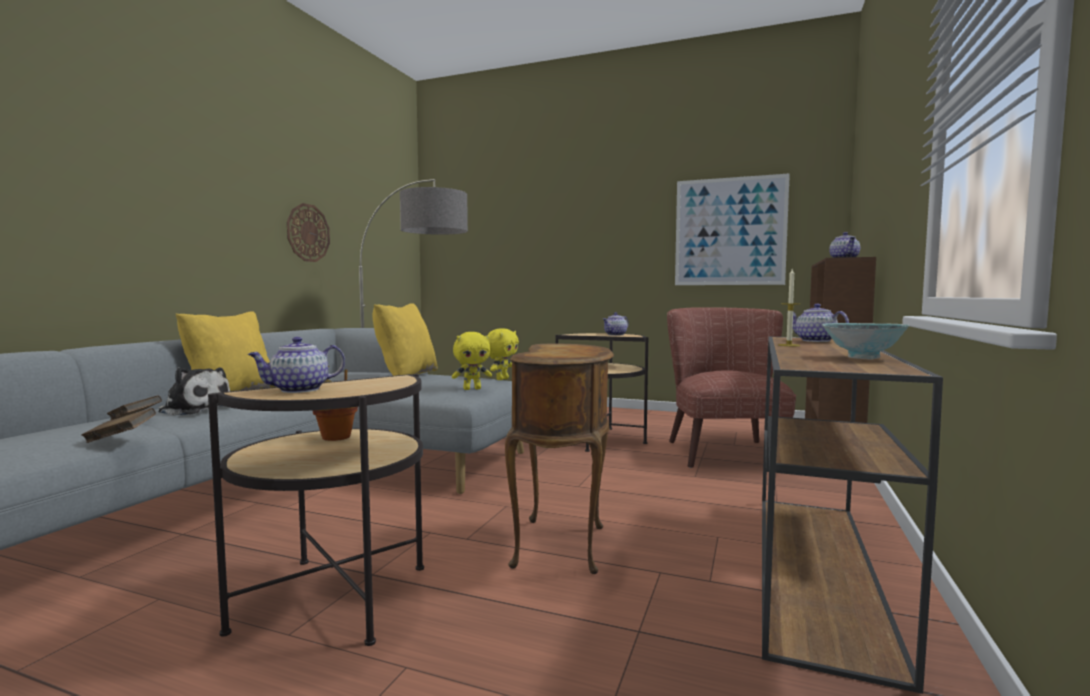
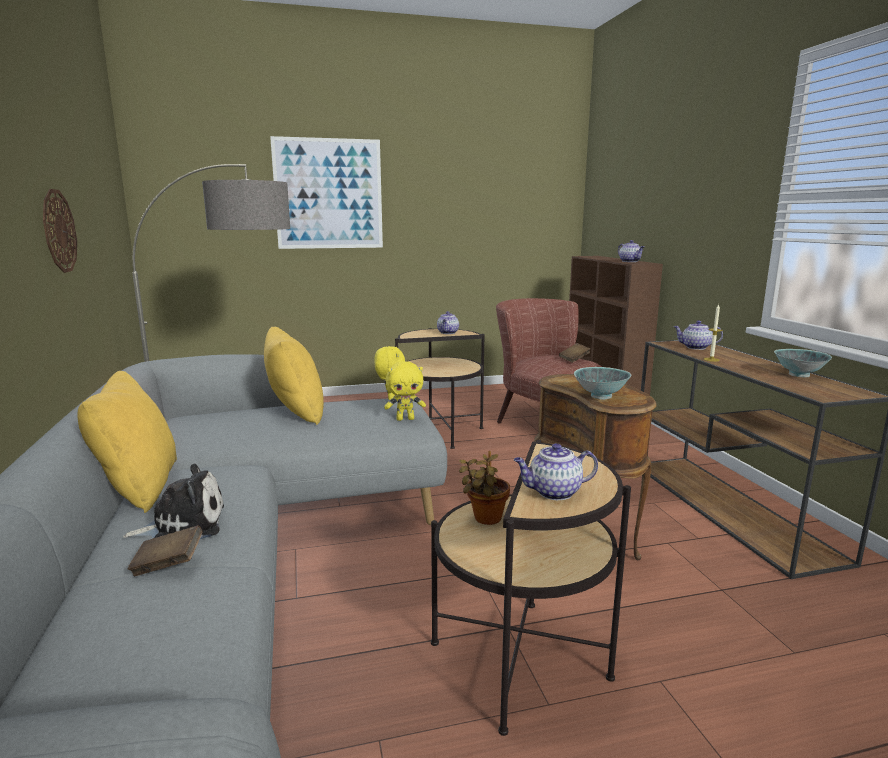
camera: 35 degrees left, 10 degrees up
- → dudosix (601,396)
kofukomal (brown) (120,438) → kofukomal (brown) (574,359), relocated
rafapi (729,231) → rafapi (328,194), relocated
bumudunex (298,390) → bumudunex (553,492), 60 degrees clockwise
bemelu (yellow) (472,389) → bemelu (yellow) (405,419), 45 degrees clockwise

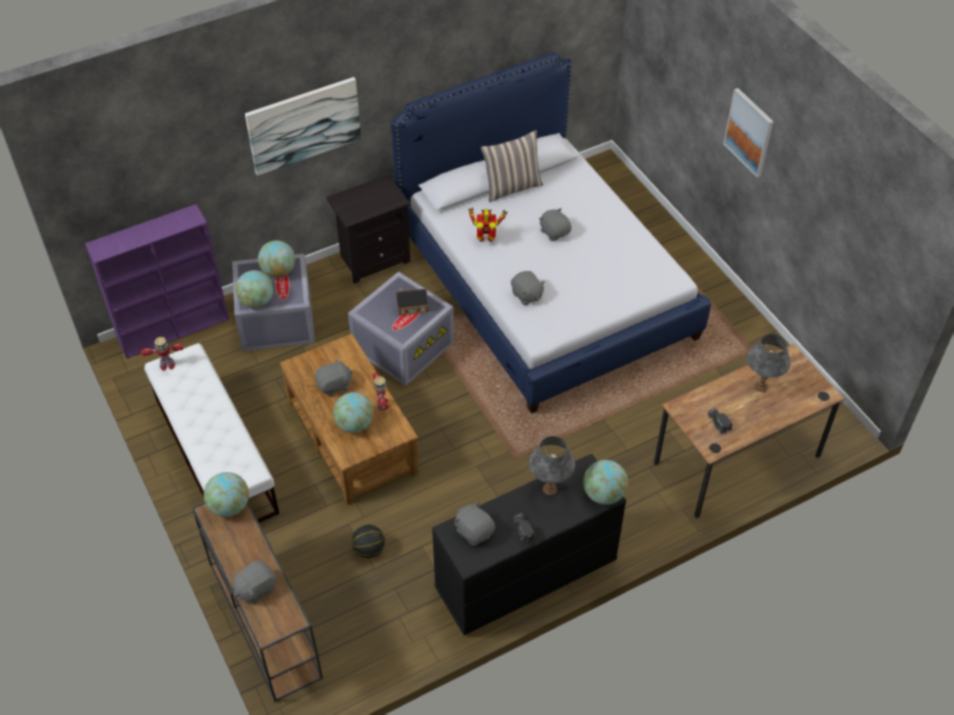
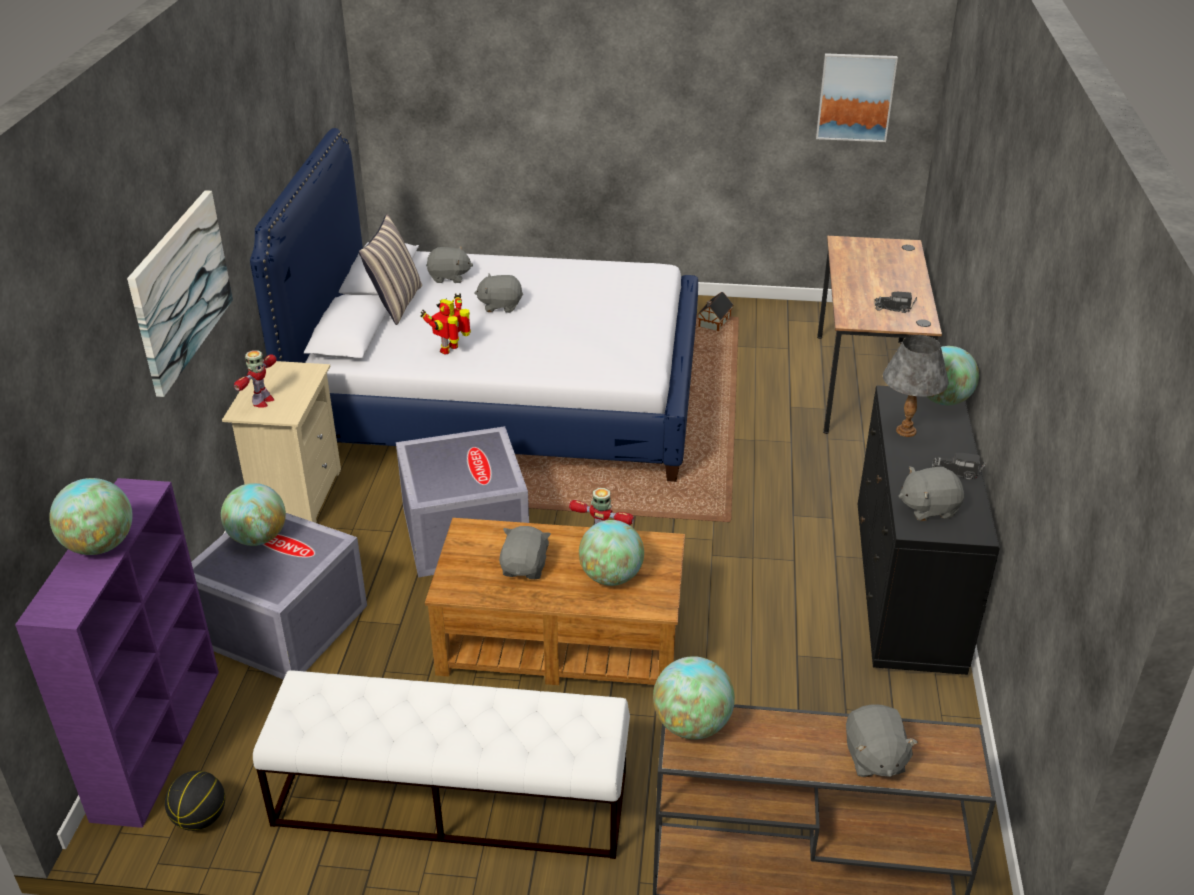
camera: 55 degrees left, 15 degrees down
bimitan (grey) (761,387) → -
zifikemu (167,365) → zifikemu (262,401), relocated
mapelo (256,301) → mapelo (100,545), relocated
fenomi (369,549) → fenomi (200,818), relocated
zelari (411,306) → zelari (713,323), relocated
bemelu (grey) (526,295) → bemelu (grey) (449,277), relocated
rafapi (749,132) → rafapi (855,97), relocated
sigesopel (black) (373,258) → sigesopel (beige) (295,495)

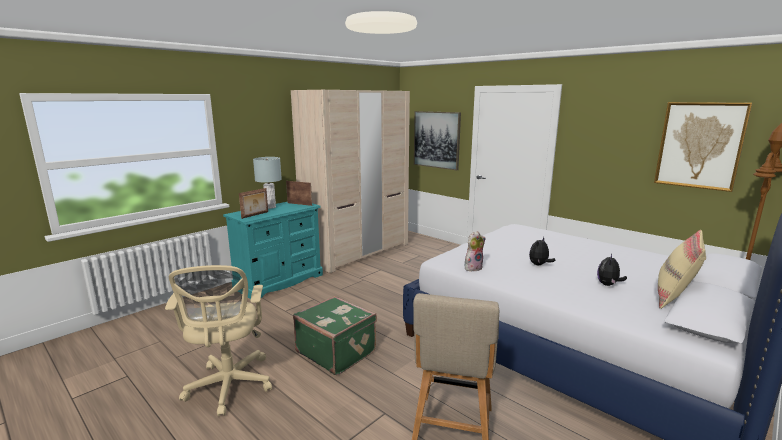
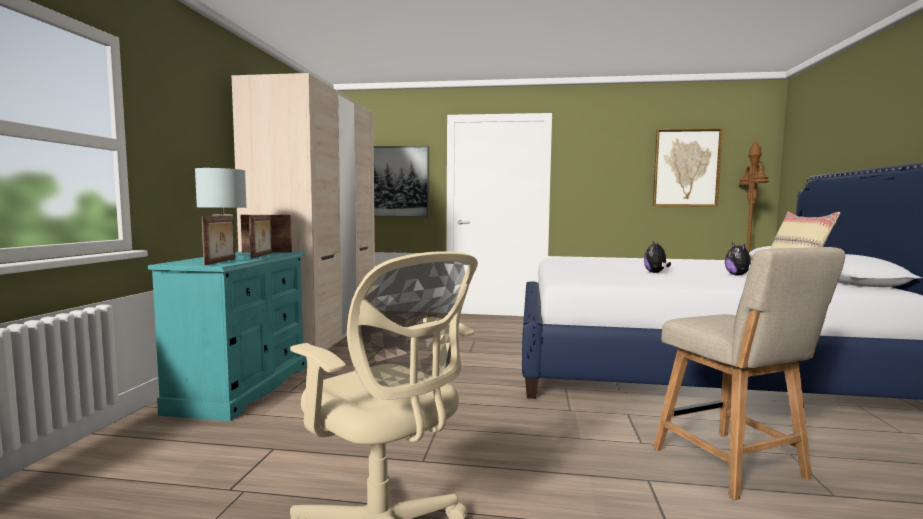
camera: 35 degrees left, 10 degrees down
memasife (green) (336,351) → -
bemelu (473,268) → -
- → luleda (262,255)

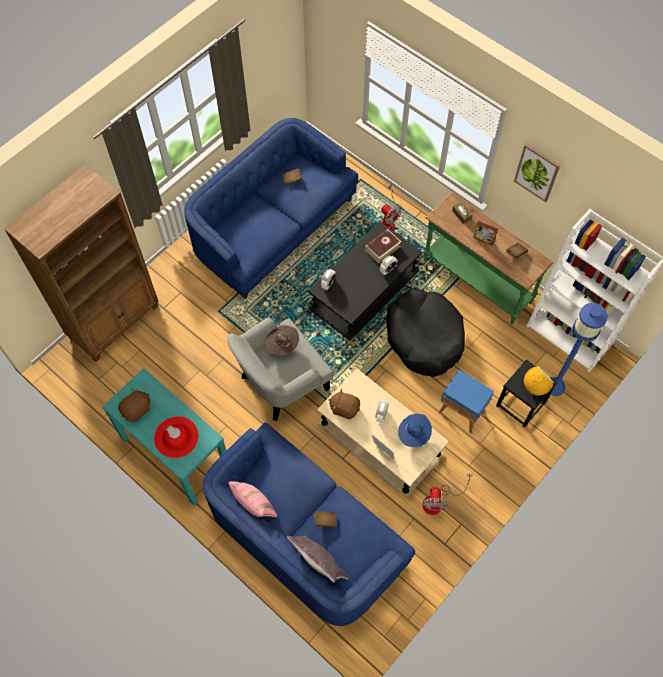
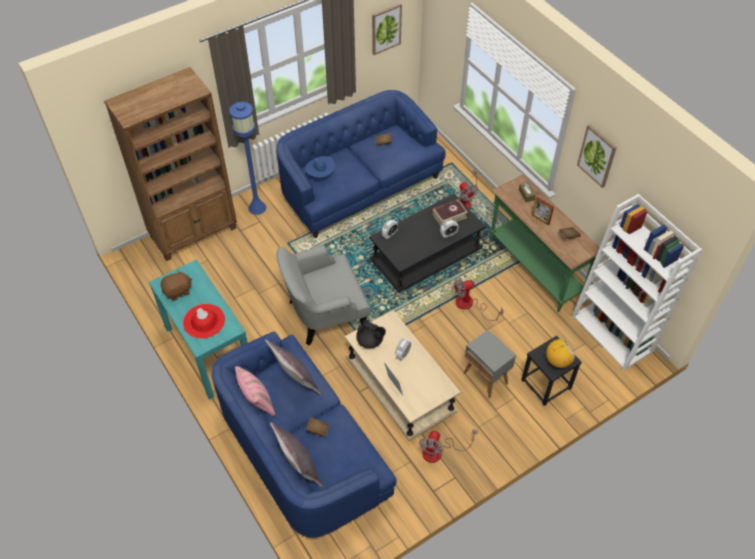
camera: 15 degrees right, 10 degrees down
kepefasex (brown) (282,346) → -
- → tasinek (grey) (296,381)
- → rafapi (386,28)
kepefasex (blue) (414,435) → kepefasex (blue) (320,175), relocated
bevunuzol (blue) (554,386) → bevunuzol (blue) (257,207), relocated
bemelu (brown) (344,408) → bumudunex (black) (370,341)
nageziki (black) (424,337) → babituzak (470,305)
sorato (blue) (461,413) → sorato (grey) (486,378)

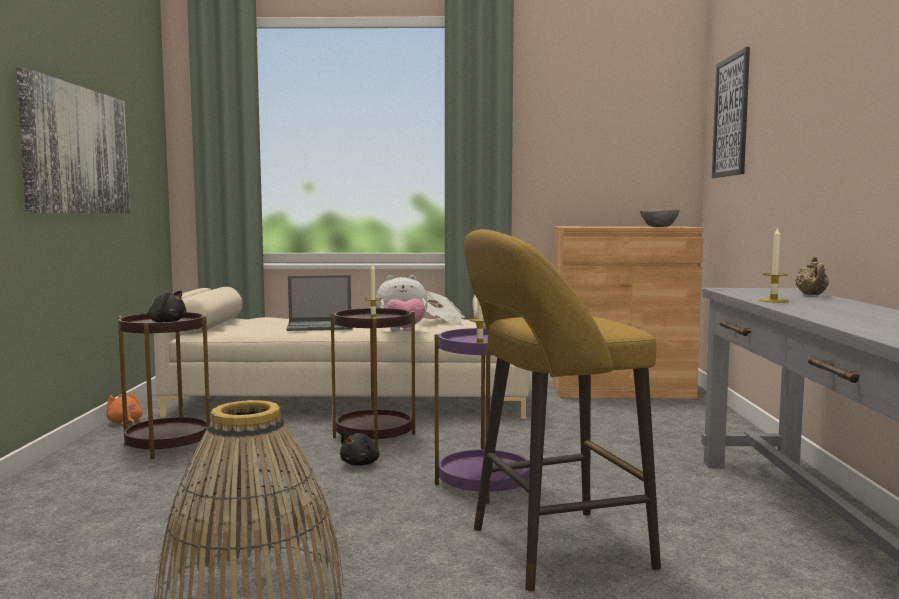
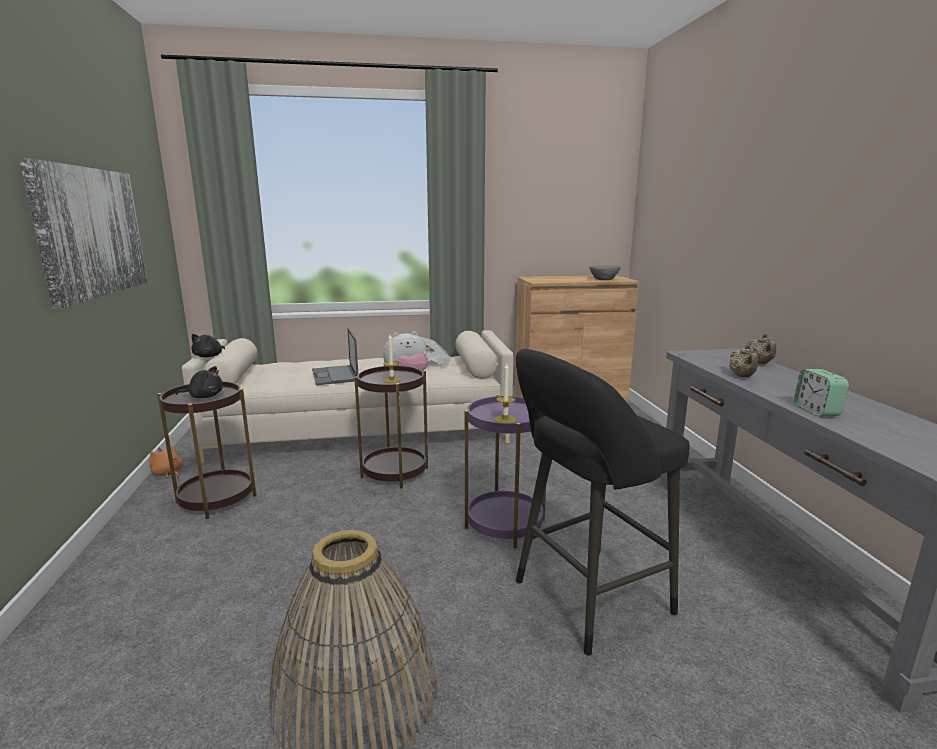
camera: 10 degrees left, 10 degrees up
rafapi (731,116) → -
- → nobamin (816,411)
bemelu (black) (361,463) → bemelu (black) (209,356), relocated
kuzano (773,300) → bumudunex (beige) (742,376)
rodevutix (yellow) (550,549) → rodevutix (black) (585,599)
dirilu (321,326) → dirilu (335,375), 90 degrees clockwise

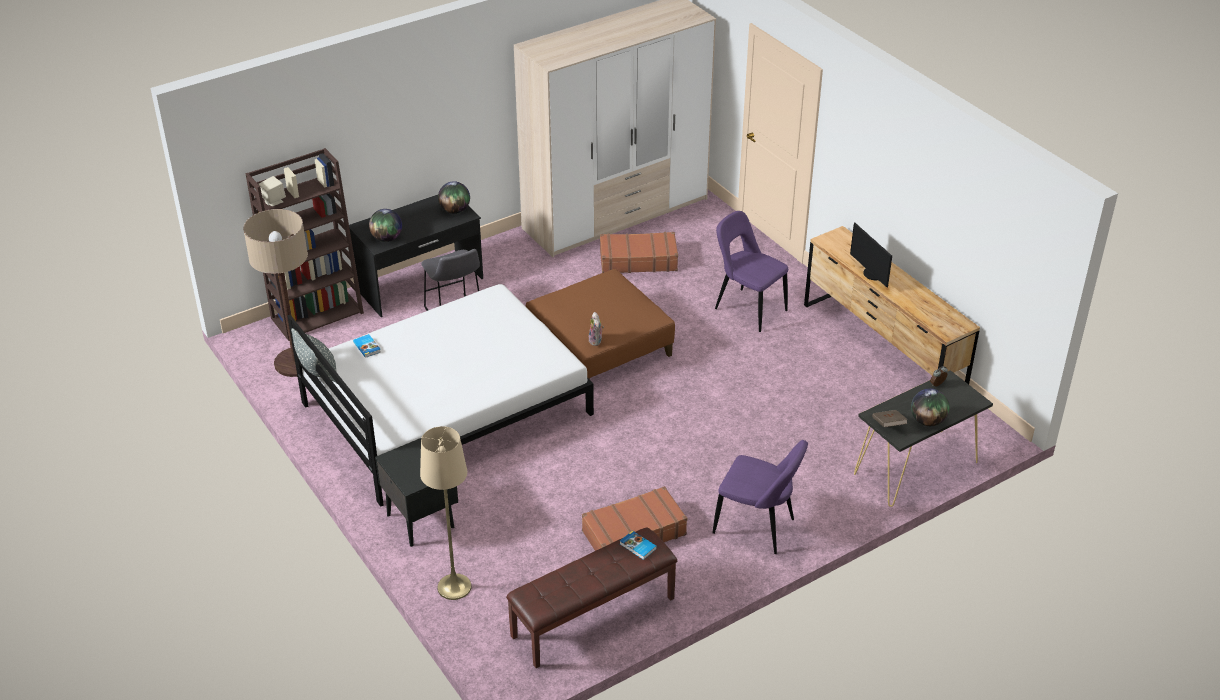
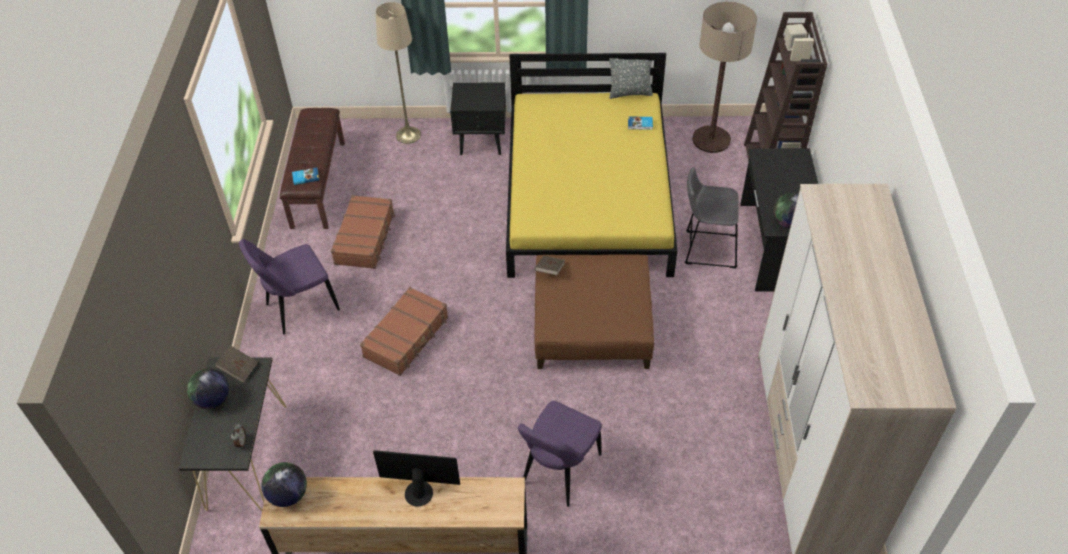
camera: 125 degrees right, 10 degrees up
mapelo (387,238) → mapelo (288,495), relocated
memasife (brown) (638,260) → memasife (brown) (407,337), relocated
bemelu (596,341) → kofukomal (brown) (549,270)
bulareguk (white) (445,408) → bulareguk (yellow) (588,197)
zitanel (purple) (747,308) → zitanel (purple) (559,472), 135 degrees clockwise

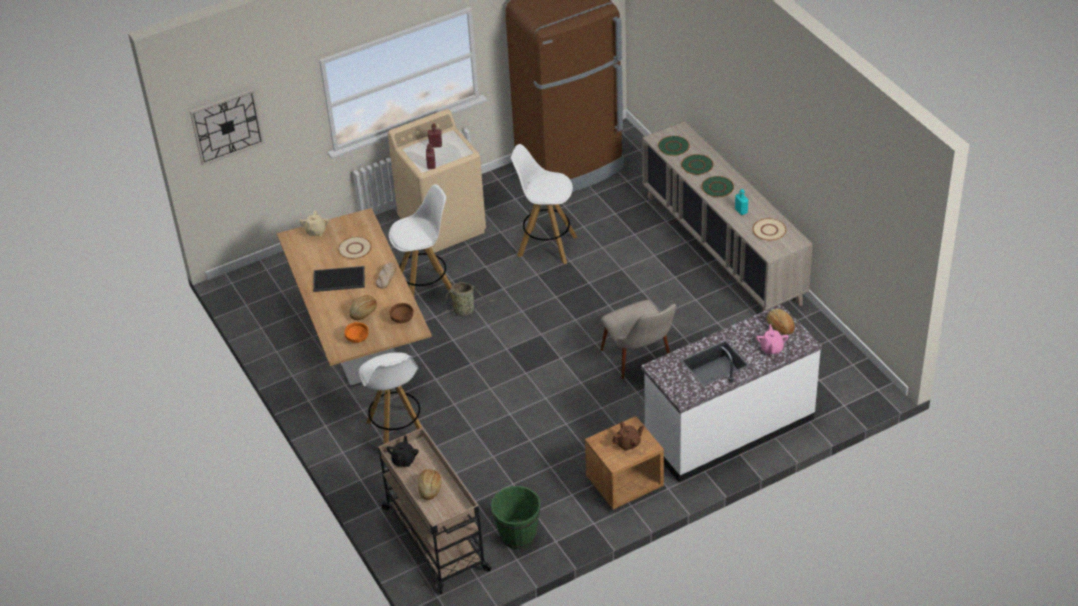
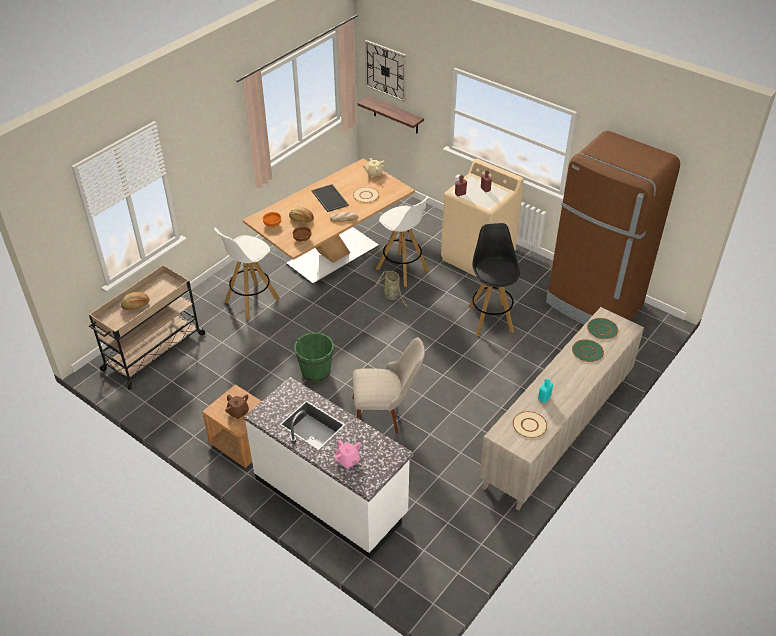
camera: 65 degrees right, 0 degrees up
bumudunex (black) (404,460) → -
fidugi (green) (717,187) → -
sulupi (780,326) → -
- → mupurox (395,115)
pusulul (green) (518,535) → pusulul (green) (316,372), relocated
rodevutix (white) (546,246) → rodevutix (black) (490,318)
zitanel (beige) (641,362) → zitanel (beige) (385,414), 135 degrees counterclockwise
bumudunex (pink) (771,348) → bumudunex (pink) (348,460), 75 degrees clockwise

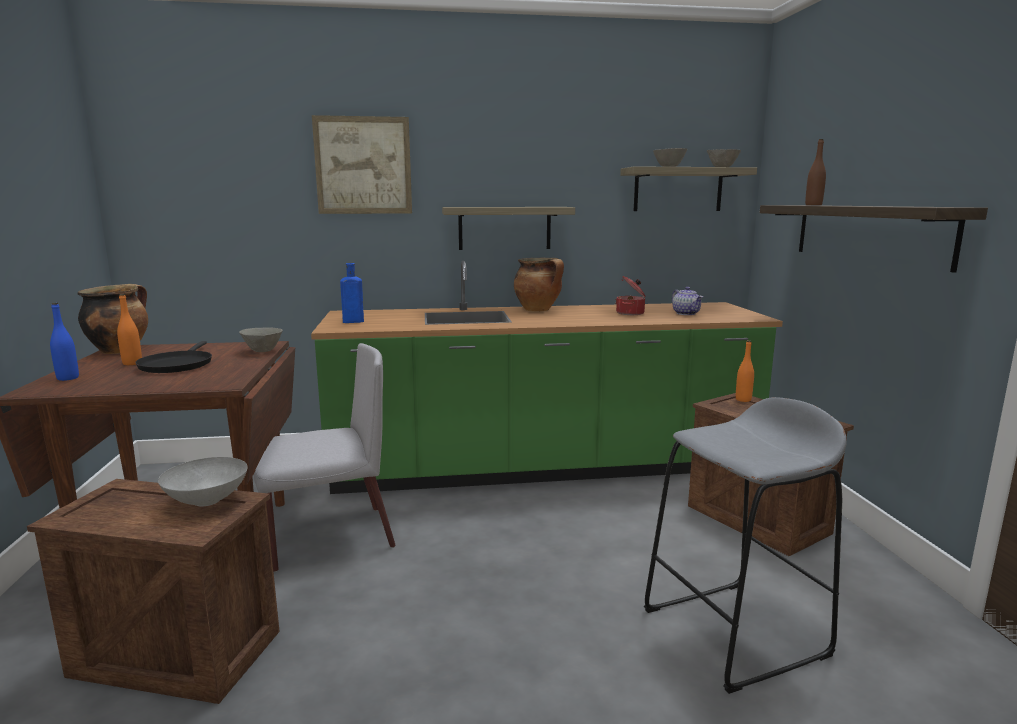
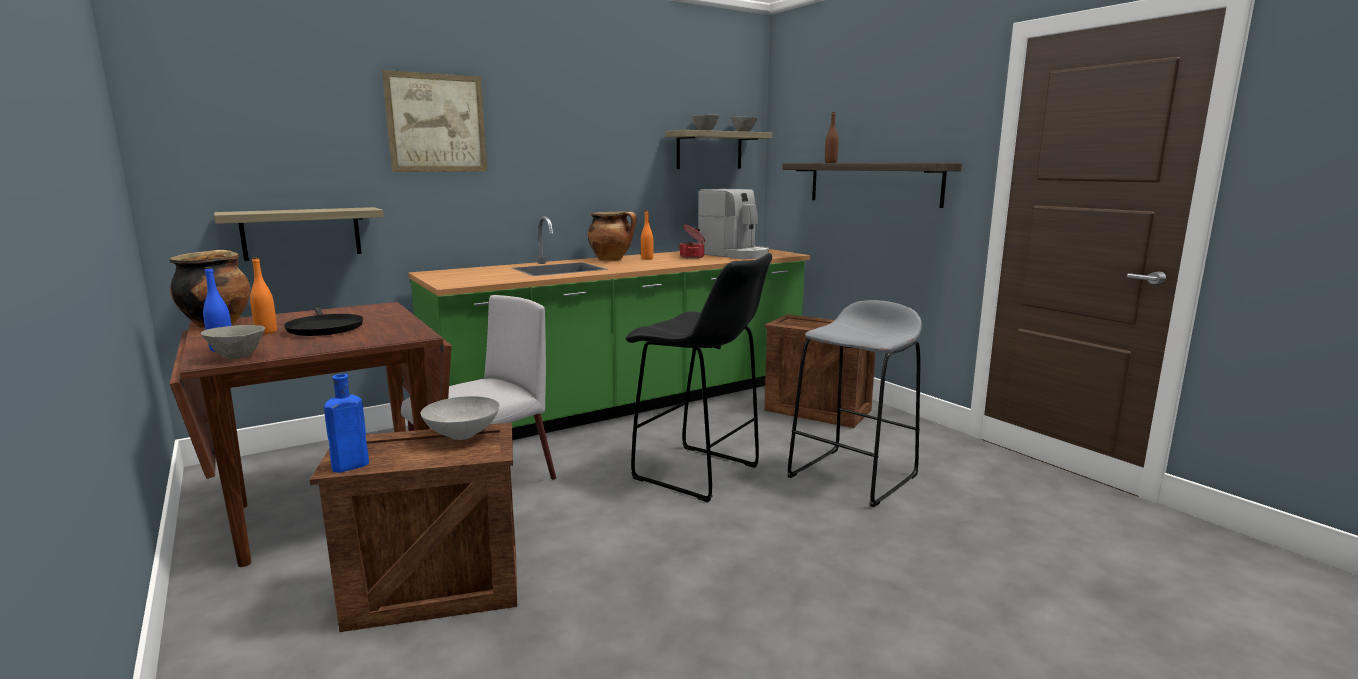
camera: 25 degrees left, 0 degrees up
- → rodevutix (black) (699,473)
dudosix (grey) (263,351) → dudosix (grey) (238,357), relocated
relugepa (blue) (351,322) → relugepa (blue) (347,467), relocated
mupurox (504,228) → mupurox (301,233), relocated
relugepa (orange) (743,400) → relugepa (orange) (647,259), relocated
bumudunex (686,313) → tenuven (735,254)

